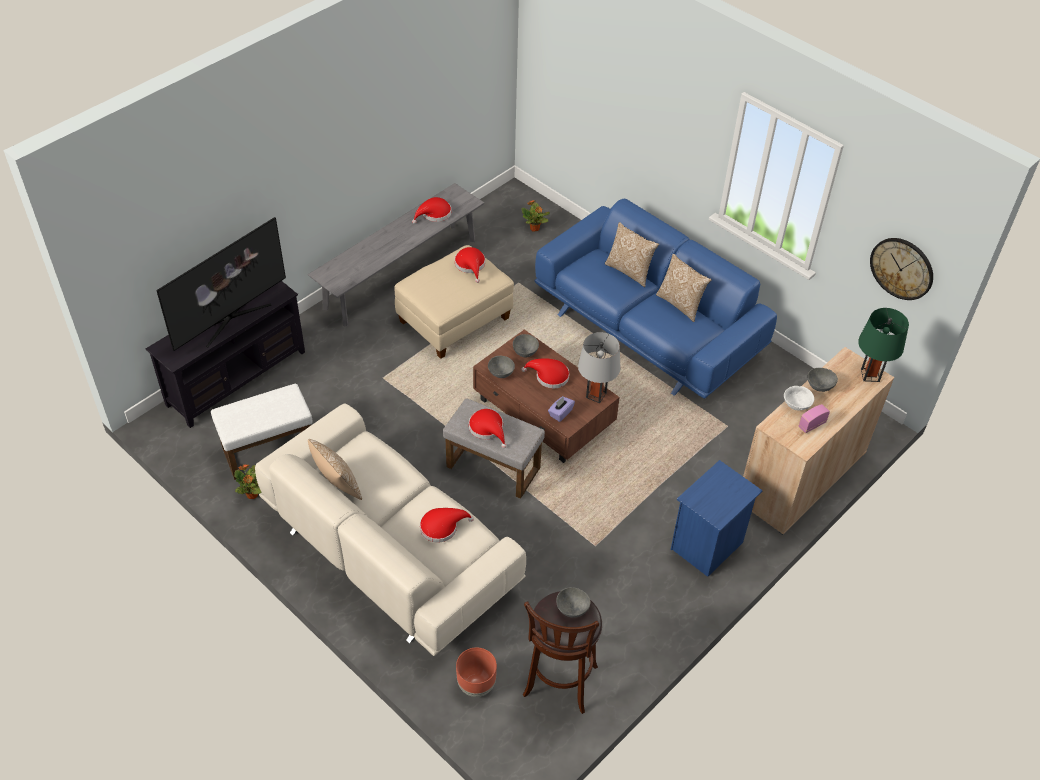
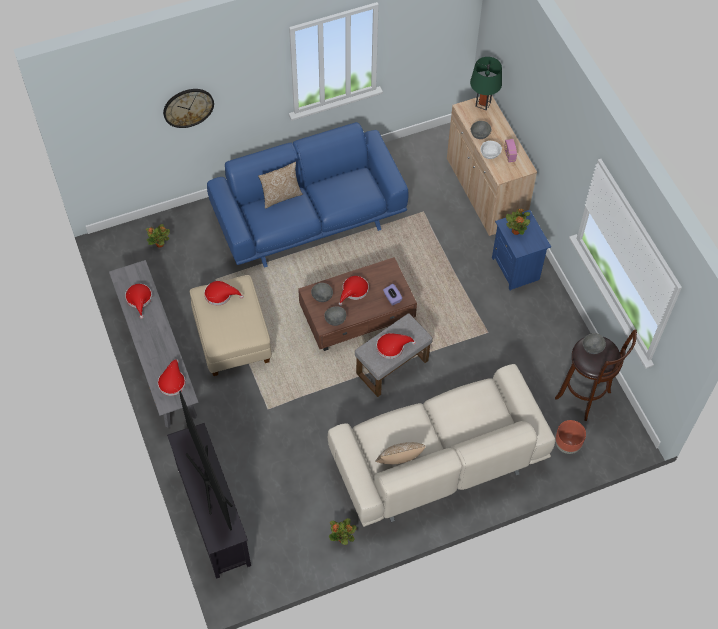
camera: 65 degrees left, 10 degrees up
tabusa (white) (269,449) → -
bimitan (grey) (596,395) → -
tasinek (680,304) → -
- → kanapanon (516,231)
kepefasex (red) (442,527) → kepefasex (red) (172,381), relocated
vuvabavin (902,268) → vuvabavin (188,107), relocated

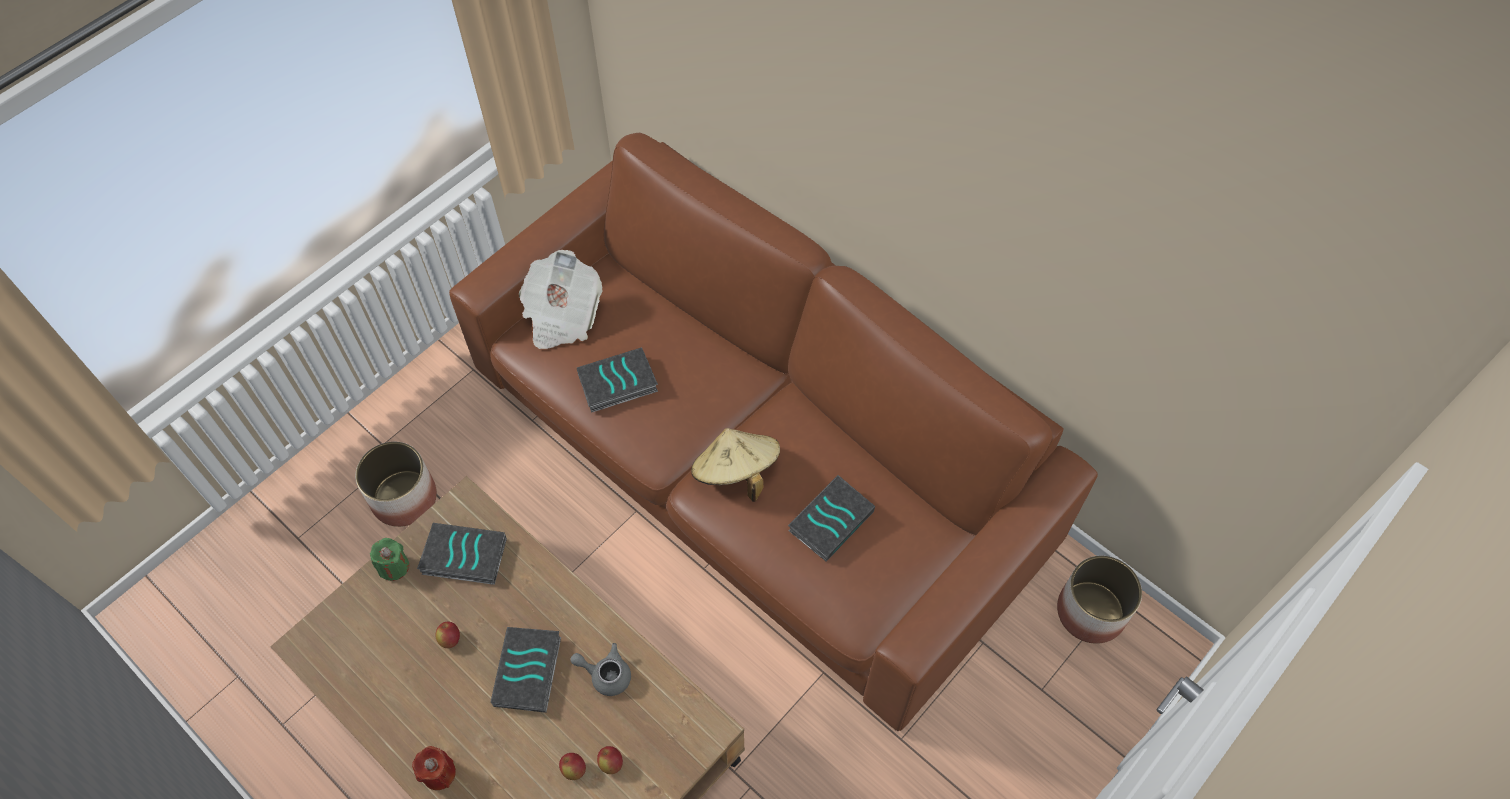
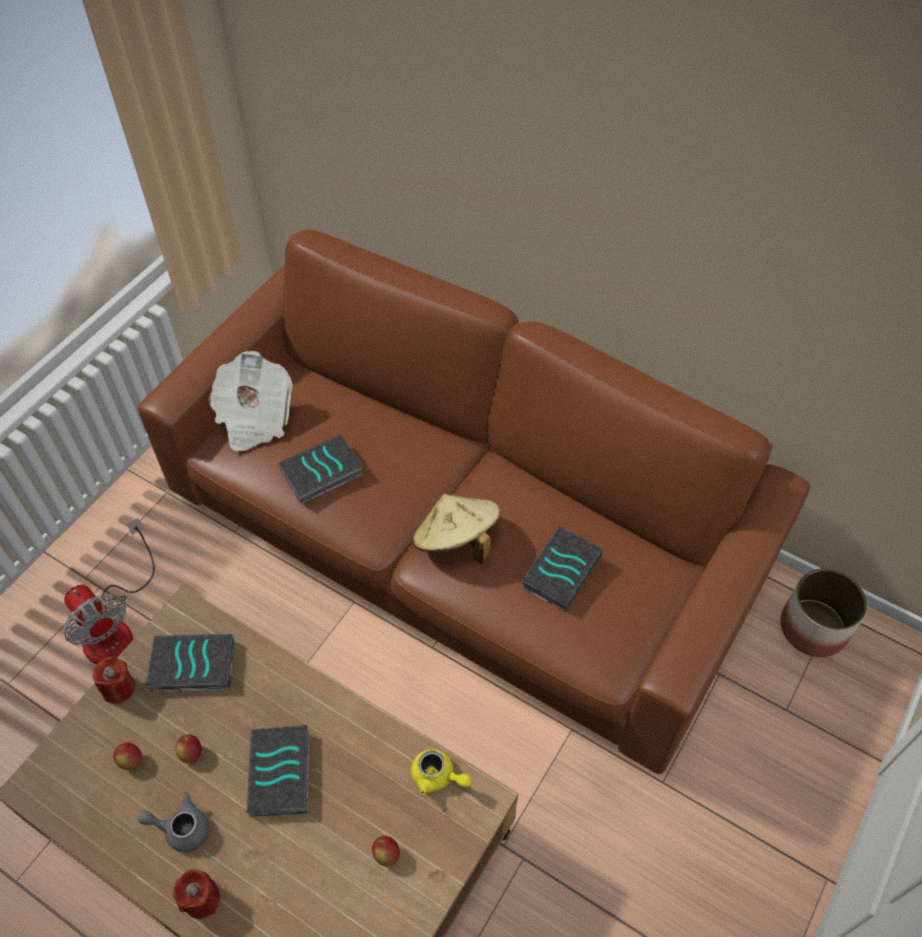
camera: 10 degrees left, 5 degrees down
- → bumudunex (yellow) (438,777)
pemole (574,769) → pemole (131,760), relocated
bumudunex (grey) (605,674) → bumudunex (grey) (181,828), relocated
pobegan (404,497) → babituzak (115,625)
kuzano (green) (394,566) → kuzano (red) (119,688)

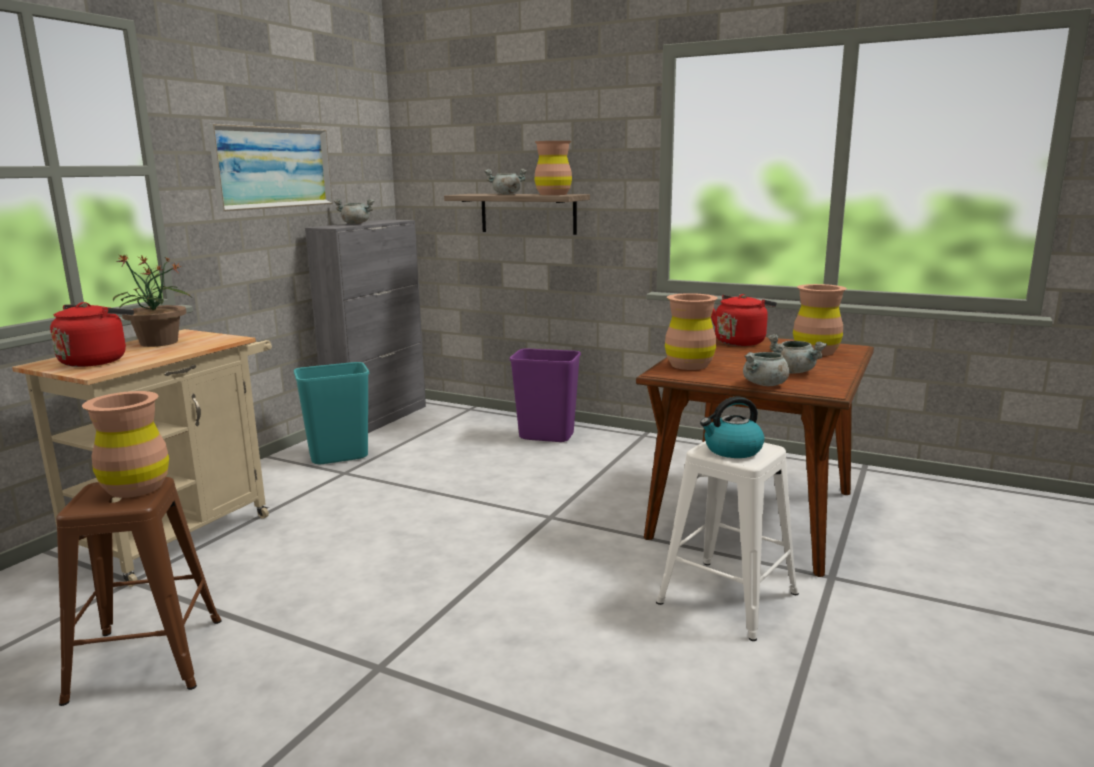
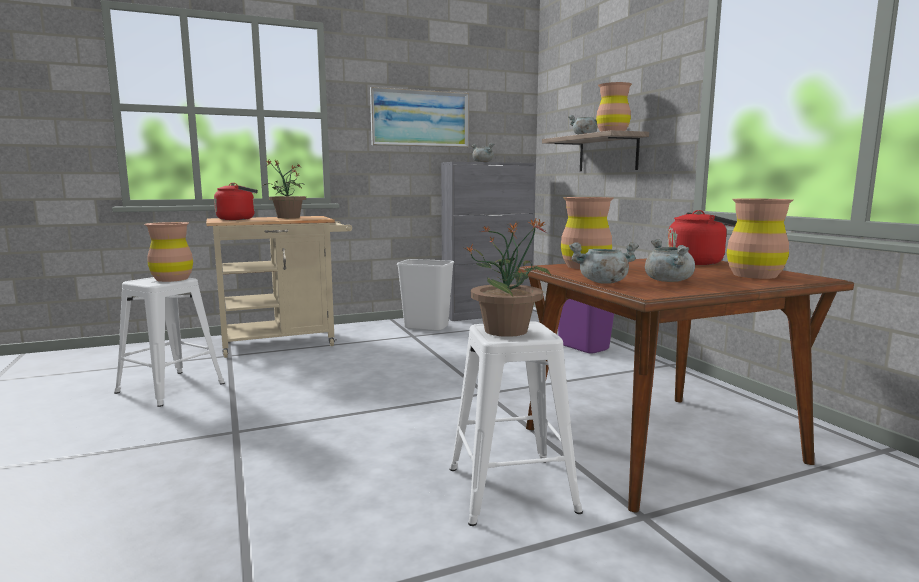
camera: 40 degrees right, 5 degrees down
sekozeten (732,450) → kanapanon (507,330)
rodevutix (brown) (145,658) → rodevutix (white) (171,387)
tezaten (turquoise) (339,456) → tezaten (white) (427,327)

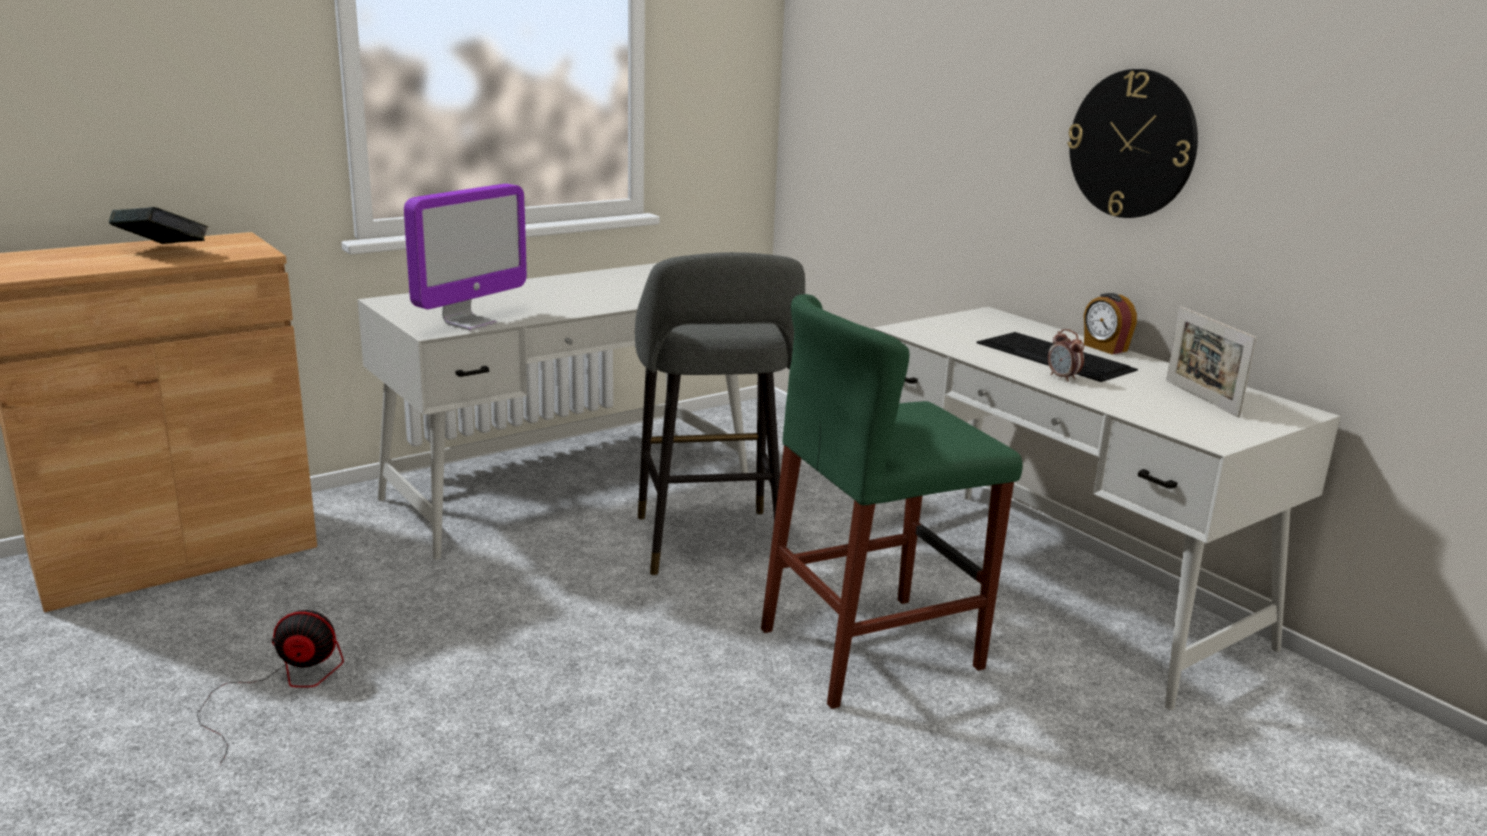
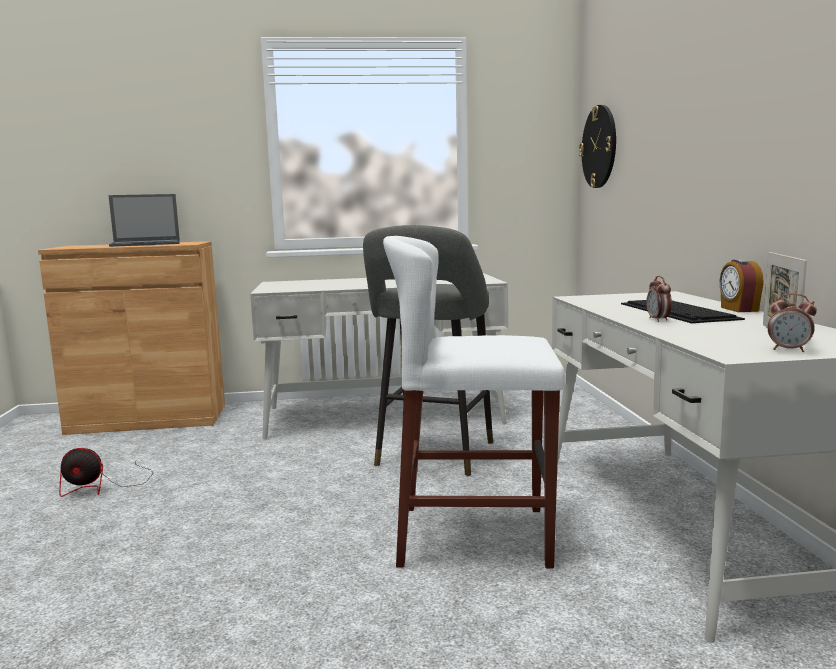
camera: 30 degrees right, 10 degrees down
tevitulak (469,323) → -
- → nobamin (789,350)
vuvabavin (1132,144) → vuvabavin (599,147), relocated
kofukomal (163,252) → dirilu (147,244)
rodevutix (green) (871,648) → rodevutix (white) (474,535)
babituzak (279,688) → babituzak (104,485), 150 degrees clockwise

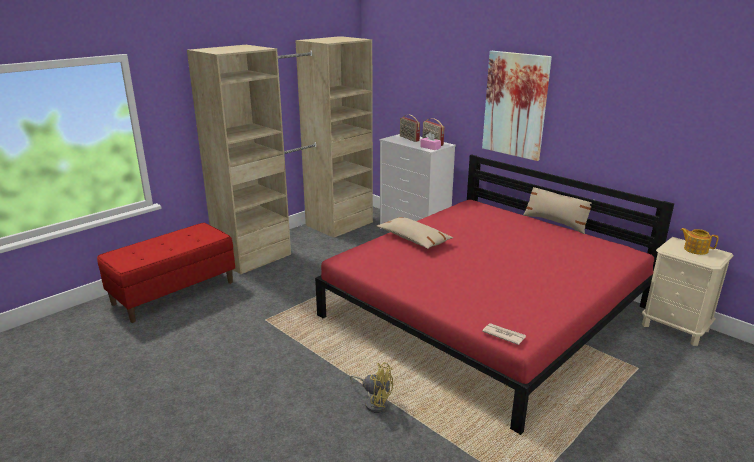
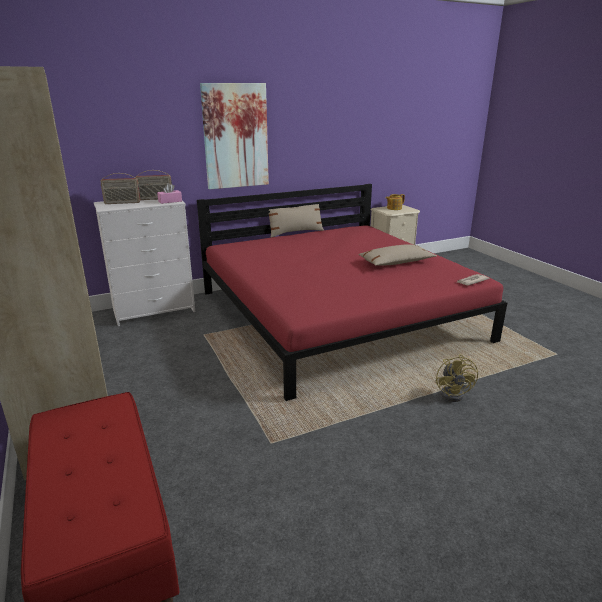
camera: 70 degrees left, 0 degrees up
tasinek (beige) (413,239) → tasinek (beige) (396,263), relocated
babituzak (yellow) (374,401) → babituzak (yellow) (454,393), 135 degrees clockwise

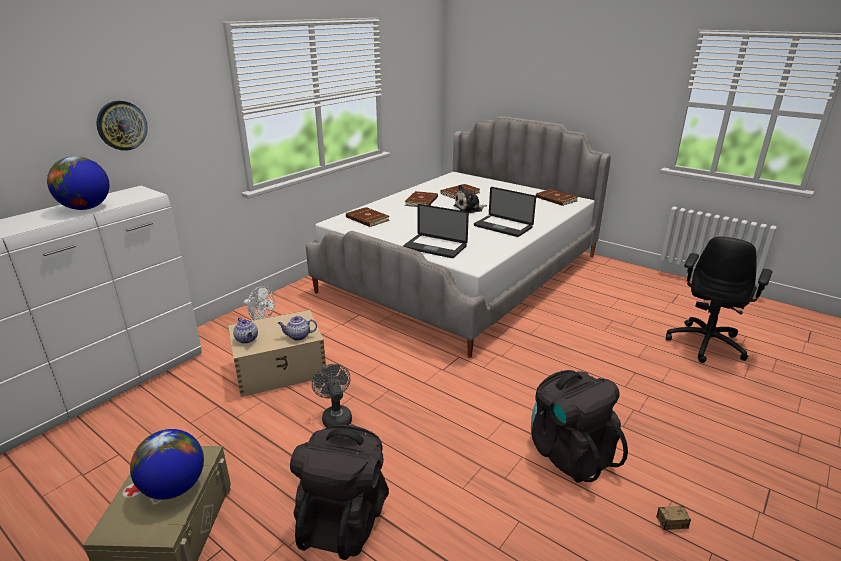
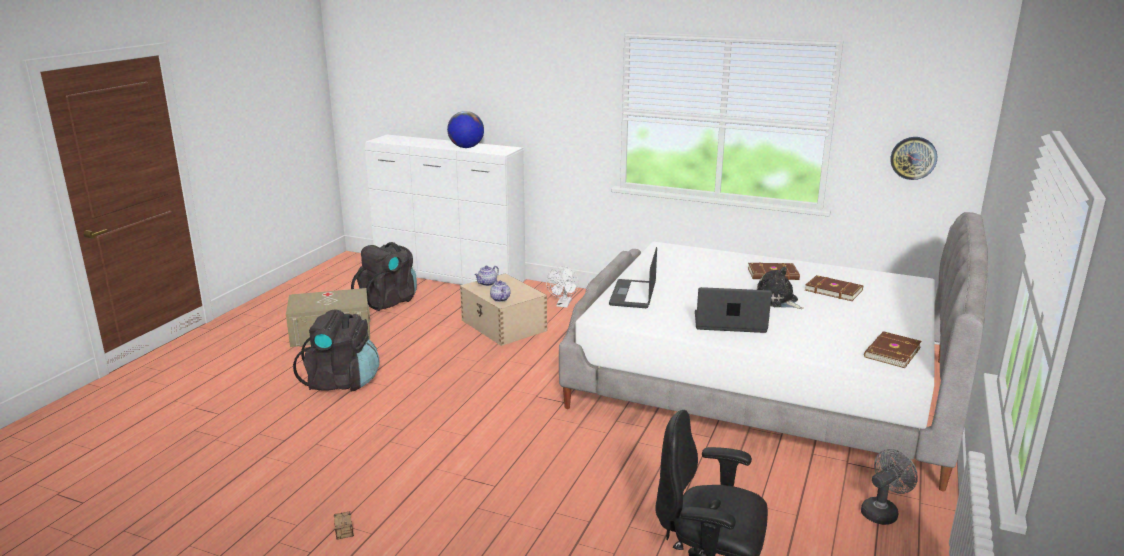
camera: 75 degrees right, 5 degrees down
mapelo (174,487) → -
kofukomal (brown) (367,219) → -
vuvabavin (121,125) → vuvabavin (913,158), relocated
babituzak (grey) (335,416) → babituzak (grey) (882,511), relocated
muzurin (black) (569,453) → muzurin (black) (389,301), relocated
dirilu (503,227) → dirilu (729,323), 75 degrees clockwise

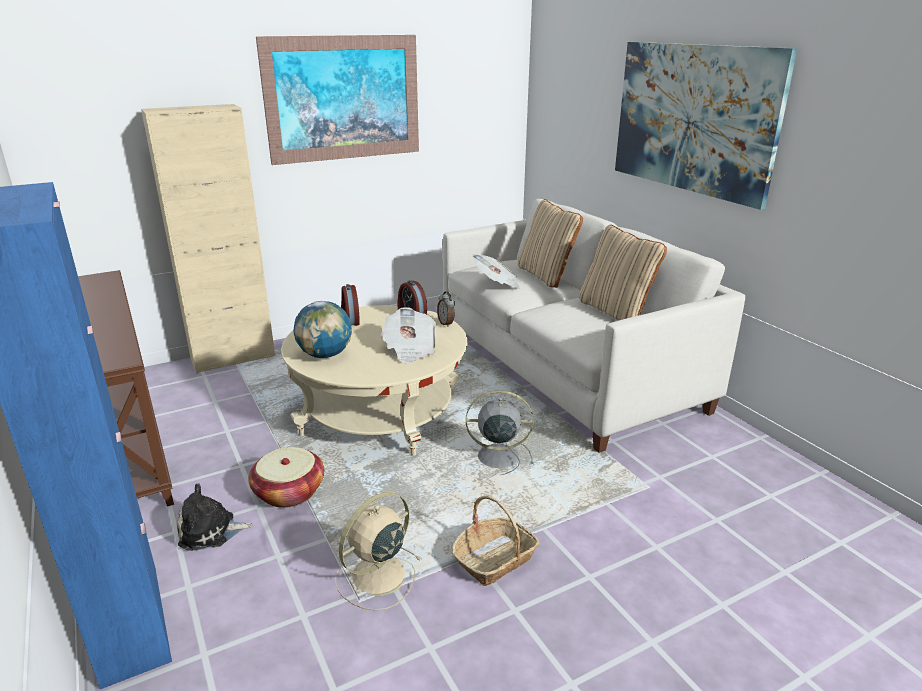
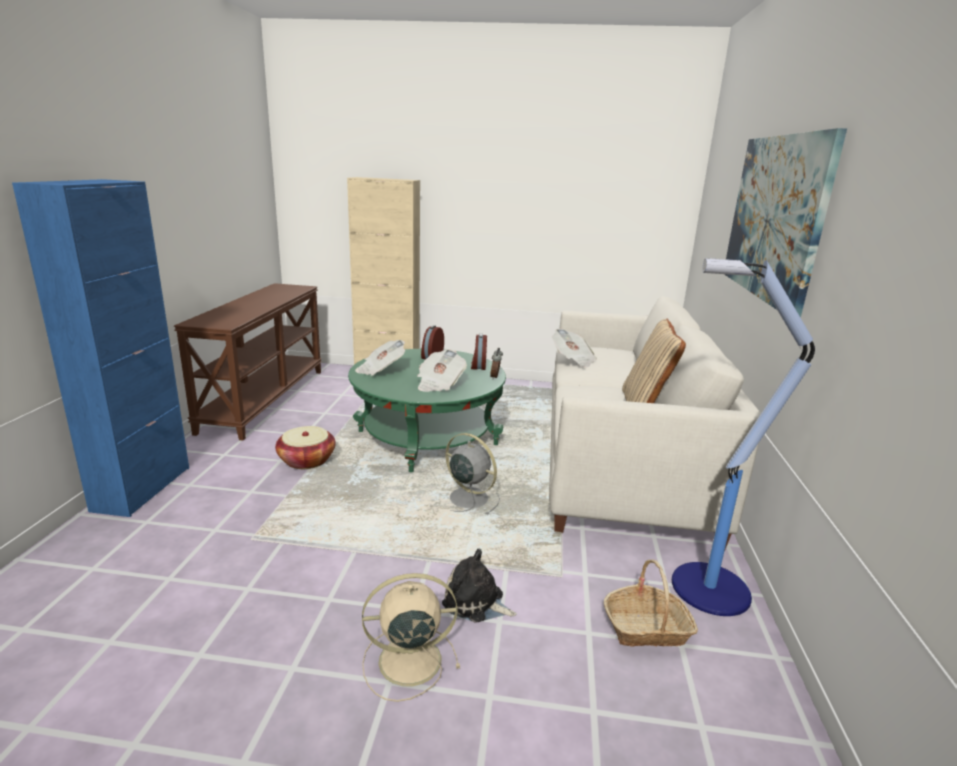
camera: 35 degrees right, 5 degrees down
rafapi (343,98) → -
tasinek (beige) (546,275) → -
- → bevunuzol (707,588)
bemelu (211,531) → bemelu (476,602), relocated
babituzak (beige) (376,576) → babituzak (beige) (407,661), relocated
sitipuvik (495,559) → sitipuvik (646,628), relocated
mapelo (325,355) → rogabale (380,370)
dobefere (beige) (380,414) → dobefere (green) (427,438)

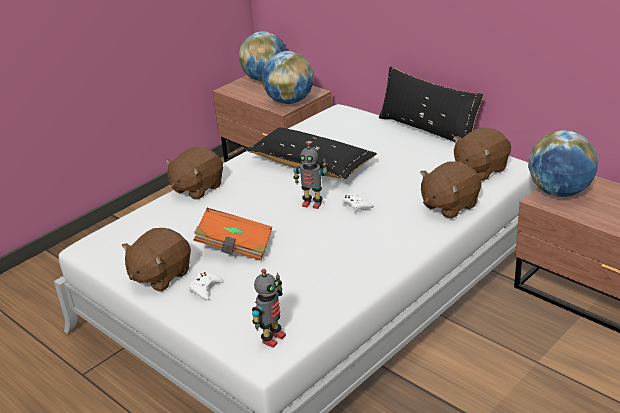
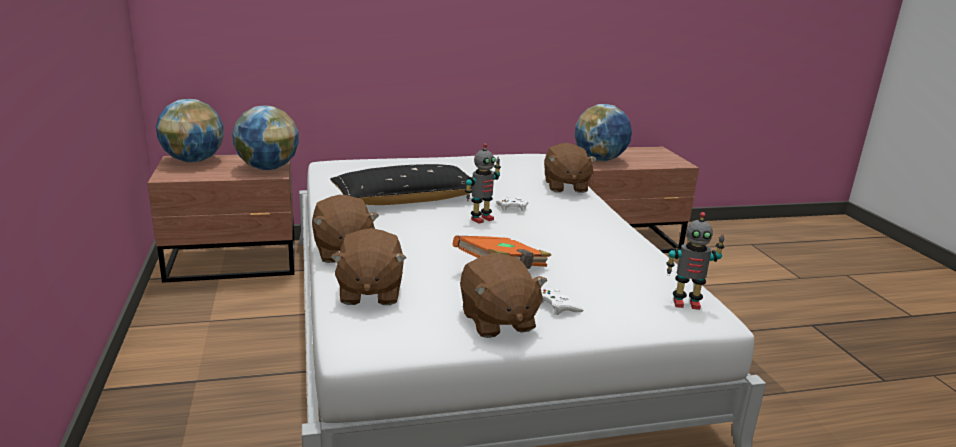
camera: 60 degrees left, 10 degrees down
tasinek (black) (427,130) → -
bemelu (brown) (480,169) → bemelu (brown) (369,292), relocated
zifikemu (272,338) → zifikemu (686,303), 120 degrees clockwise

